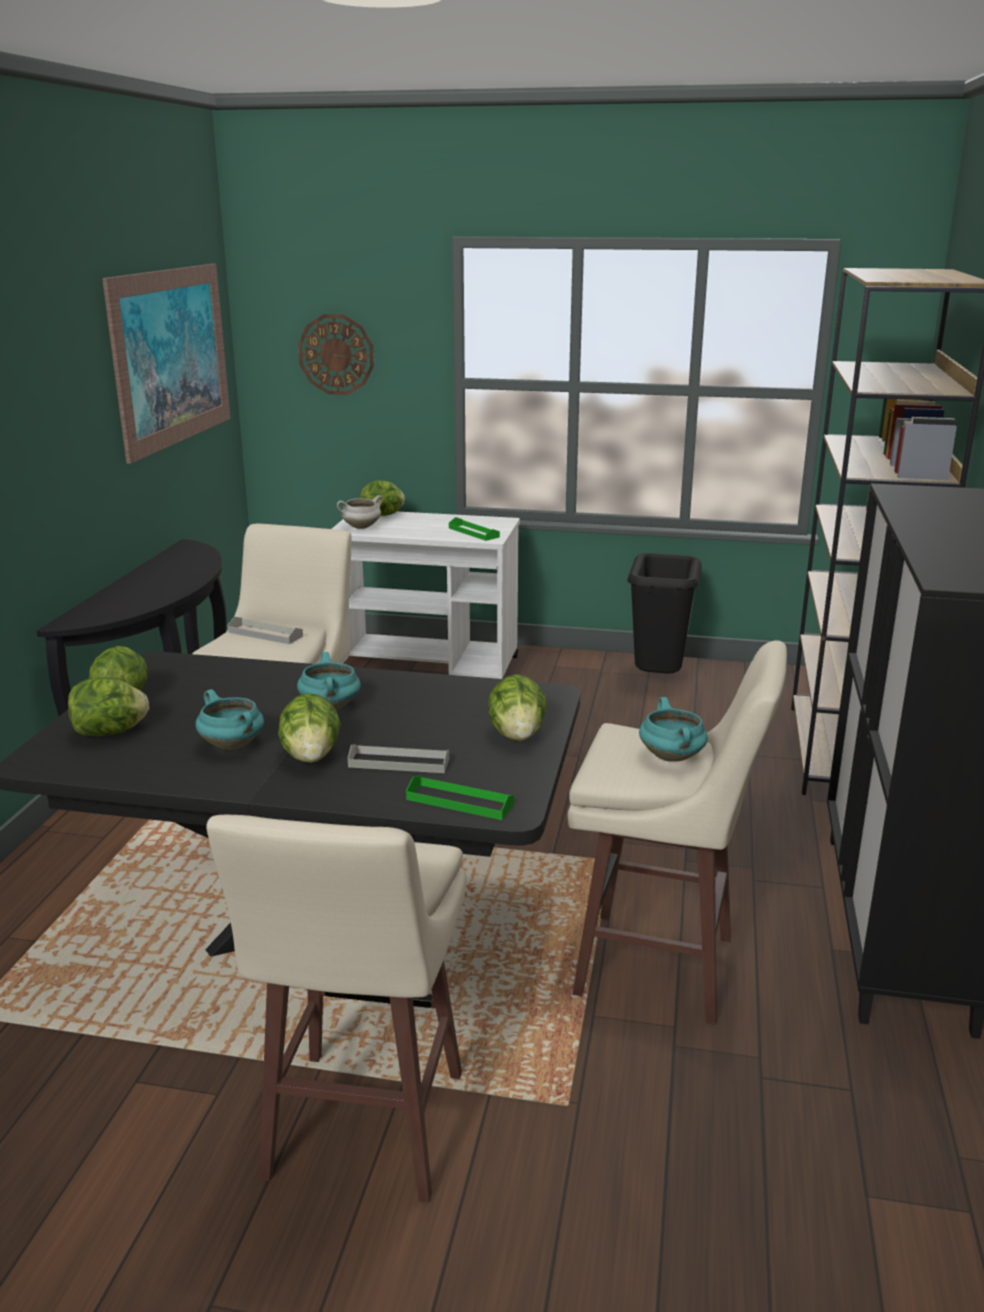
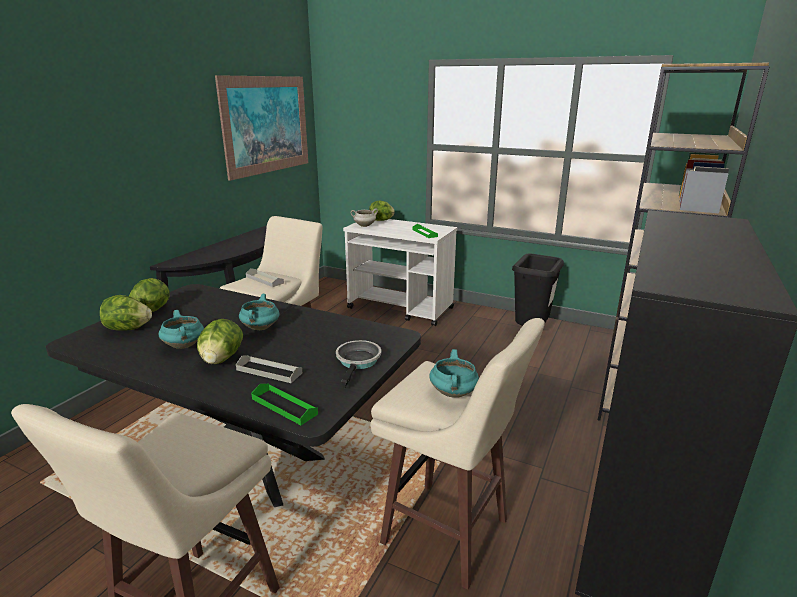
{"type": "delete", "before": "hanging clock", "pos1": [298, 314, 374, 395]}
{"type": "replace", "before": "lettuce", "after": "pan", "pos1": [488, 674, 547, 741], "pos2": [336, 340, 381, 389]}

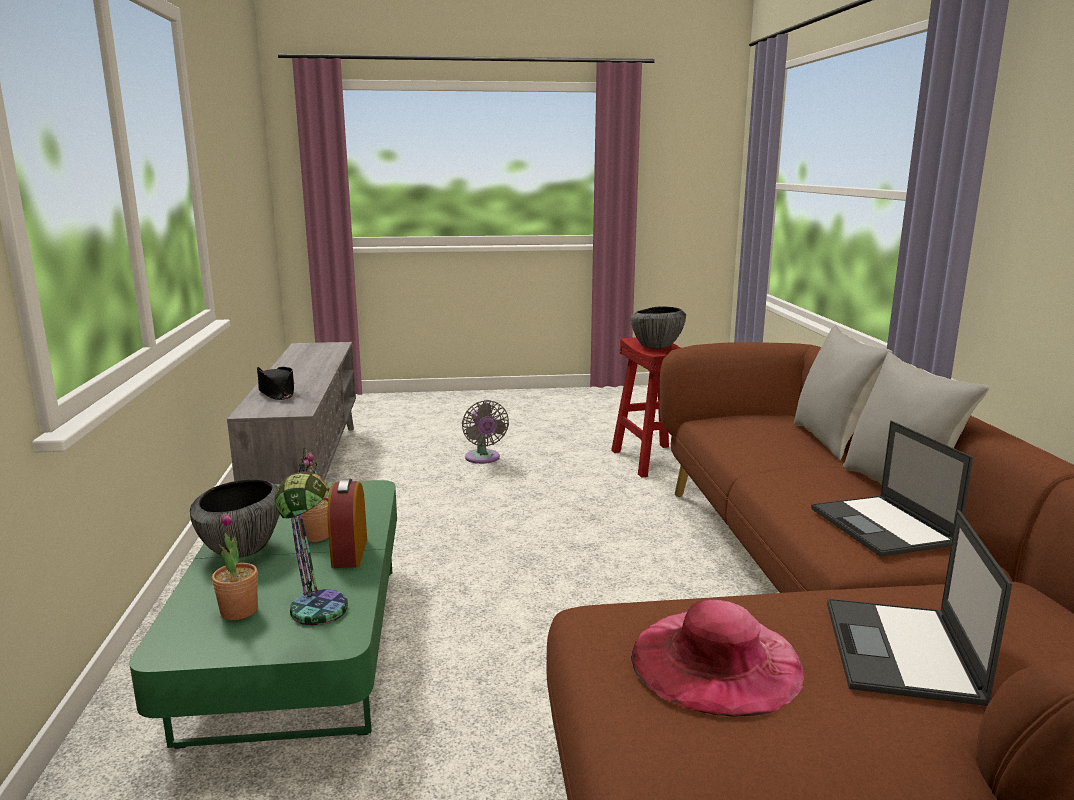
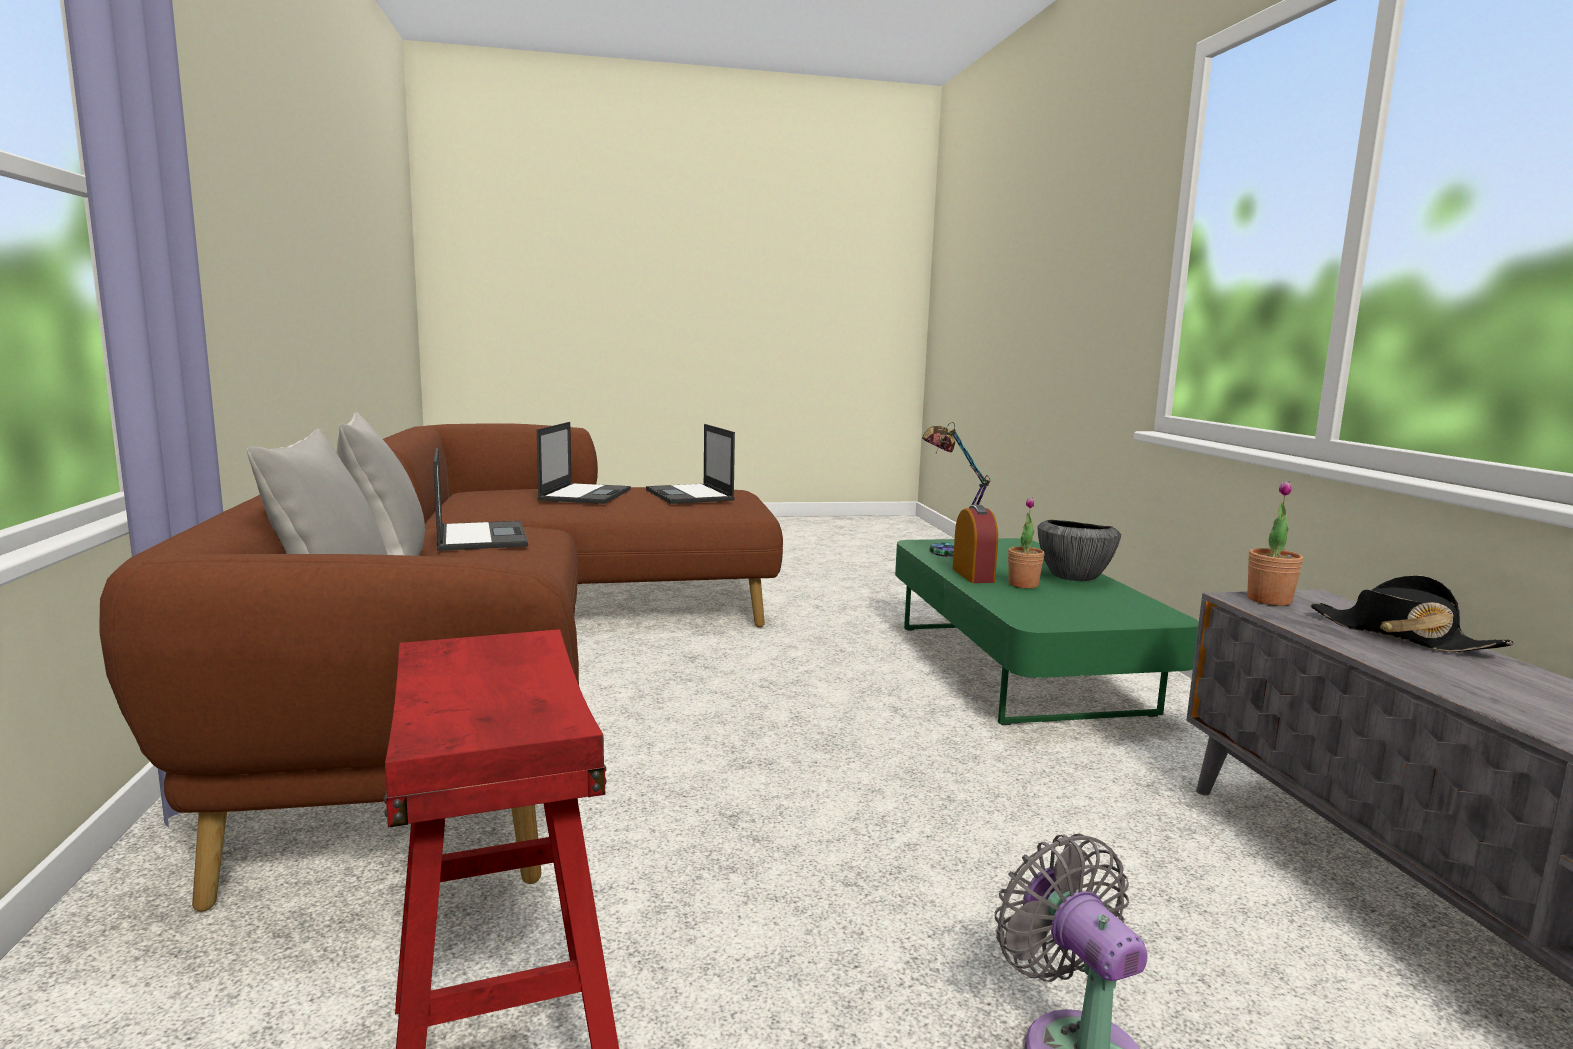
{"type": "move", "before": "houseplant", "pos1": [212, 513, 258, 620], "pos2": [1247, 481, 1303, 606]}
{"type": "delete", "before": "serving bowl", "pos1": [631, 306, 686, 349]}
{"type": "replace", "before": "pinkish hat", "after": "laptop", "pos1": [631, 600, 804, 717], "pos2": [646, 424, 735, 504]}

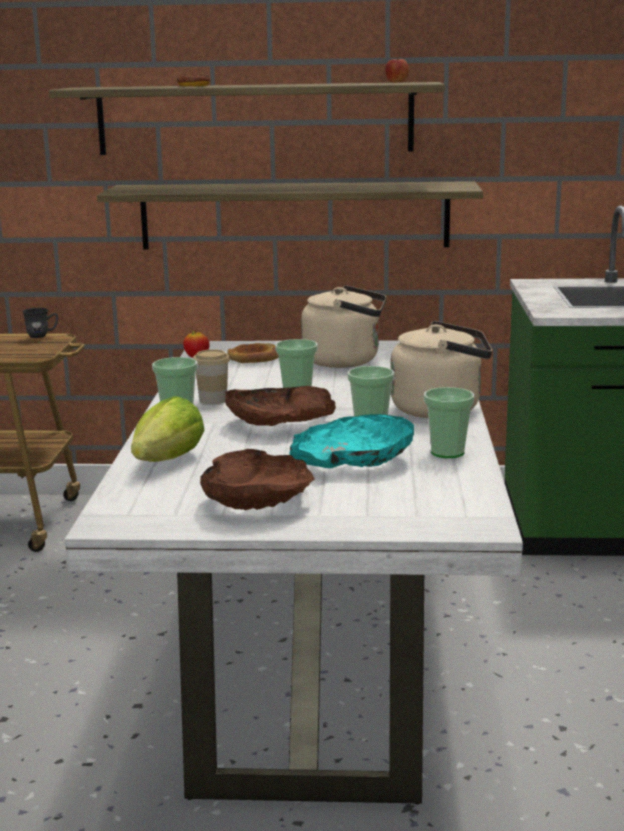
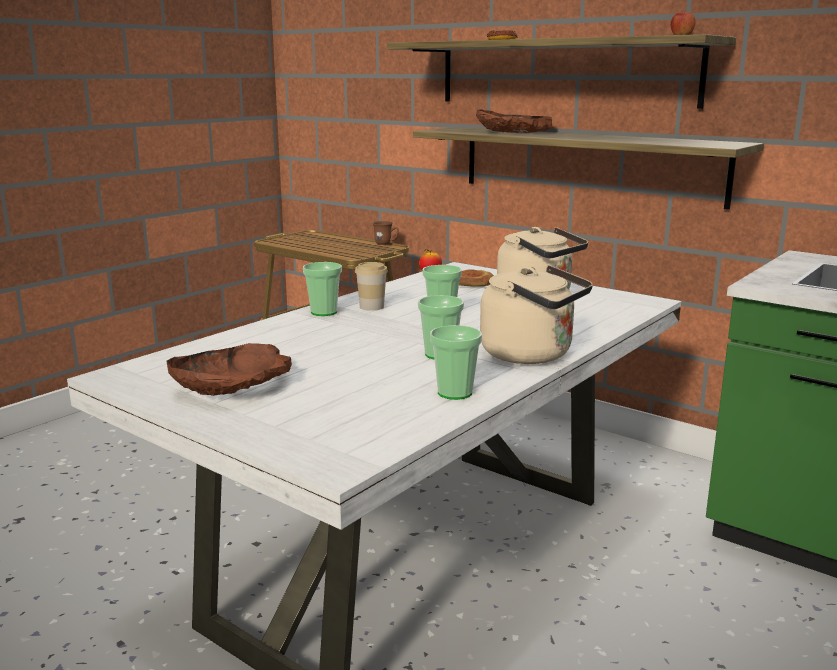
{"type": "recolor", "before": "grey coffee mug", "after": "brown-coloured coffee mug", "pos1": [22, 308, 58, 338], "pos2": [373, 221, 399, 245]}
{"type": "delete", "before": "lettuce", "pos1": [131, 396, 204, 462]}
{"type": "move", "before": "brown-coloured serving bowl", "pos1": [225, 386, 336, 426], "pos2": [476, 109, 552, 133]}
{"type": "delete", "before": "turquoise-coloured serving bowl", "pos1": [289, 414, 414, 468]}

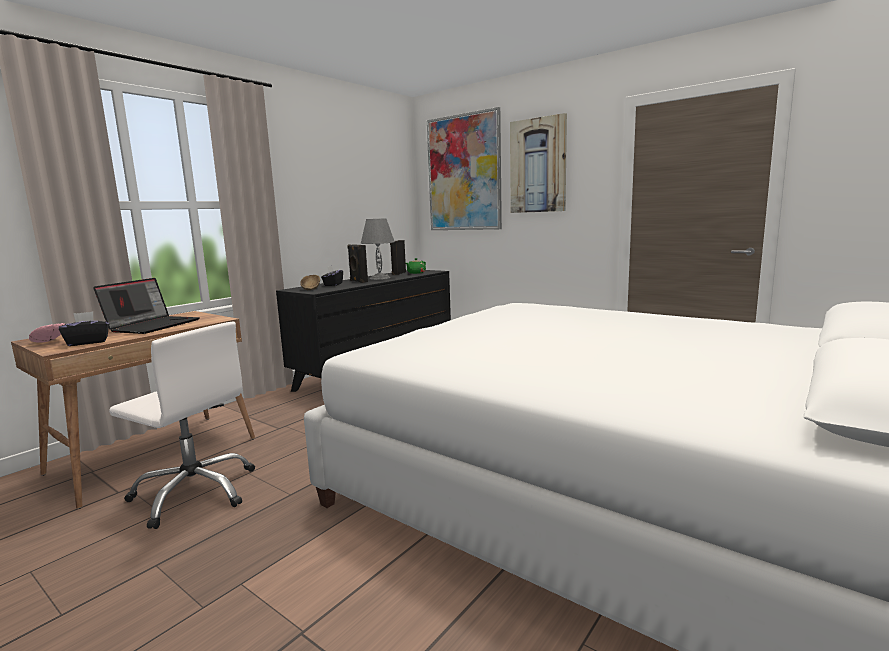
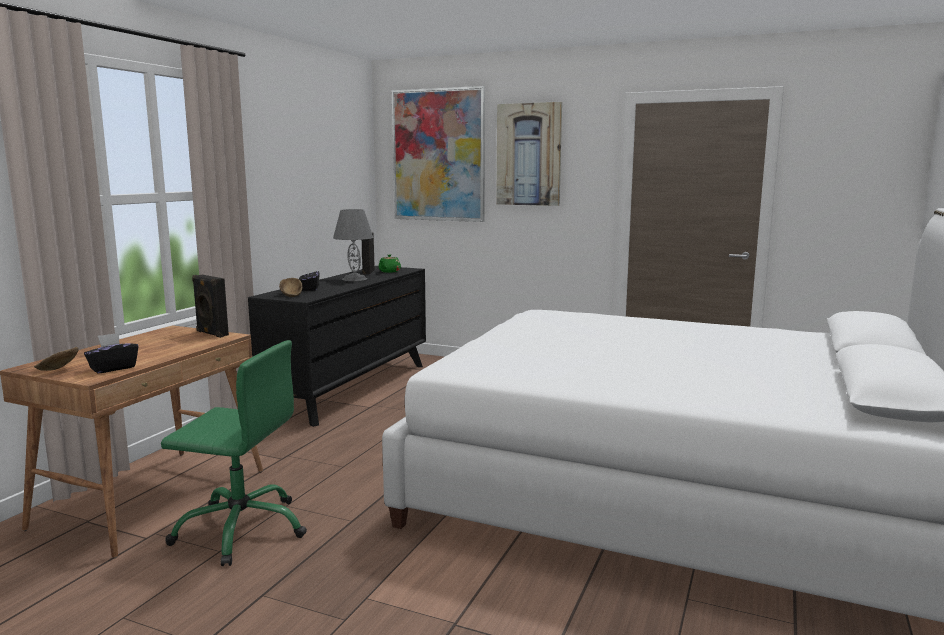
{"type": "recolor", "before": "pinkish serving bowl", "after": "brown-coloured serving bowl", "pos1": [29, 323, 65, 343], "pos2": [34, 347, 79, 371]}
{"type": "delete", "before": "laptop", "pos1": [93, 278, 200, 334]}
{"type": "recolor", "before": "whitish office chair", "after": "green-coloured office chair", "pos1": [109, 322, 255, 529], "pos2": [161, 340, 307, 566]}
{"type": "move", "before": "black loudspeaker", "pos1": [348, 244, 368, 283], "pos2": [192, 275, 229, 338]}

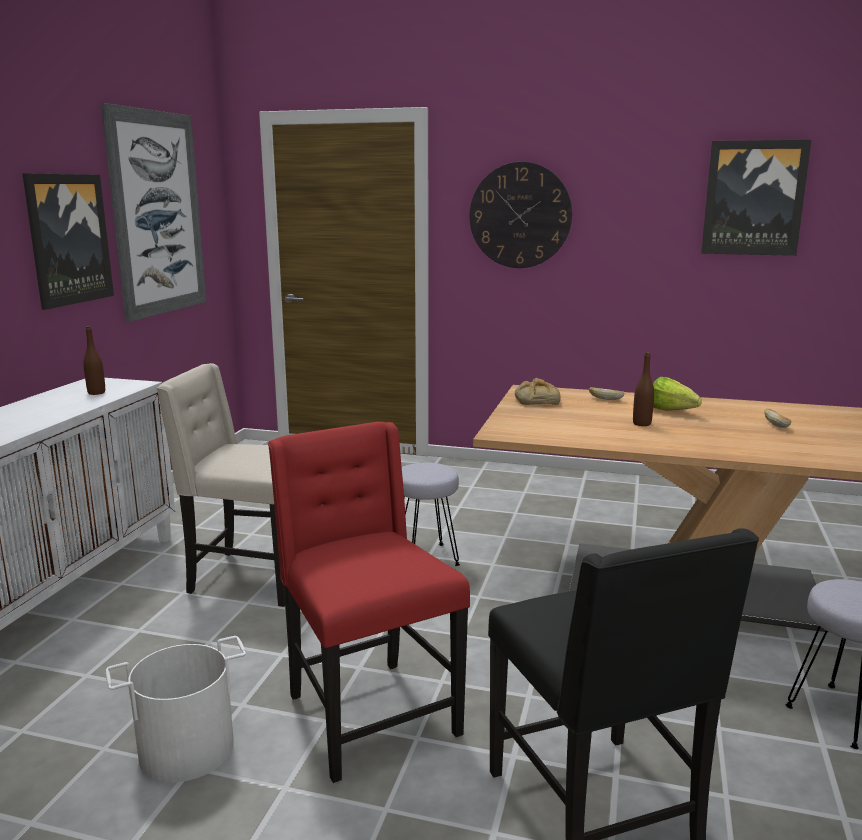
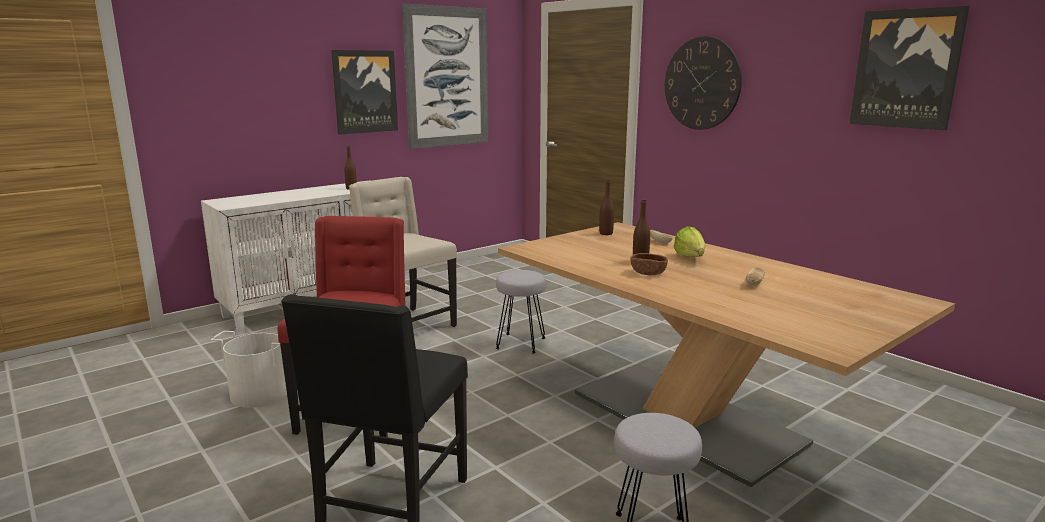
{"type": "replace", "before": "baked bread", "after": "brown-coloured bottle", "pos1": [515, 378, 561, 405], "pos2": [599, 180, 614, 235]}
{"type": "insert", "after": "brown-coloured serving bowl", "pos2": [631, 253, 668, 275]}

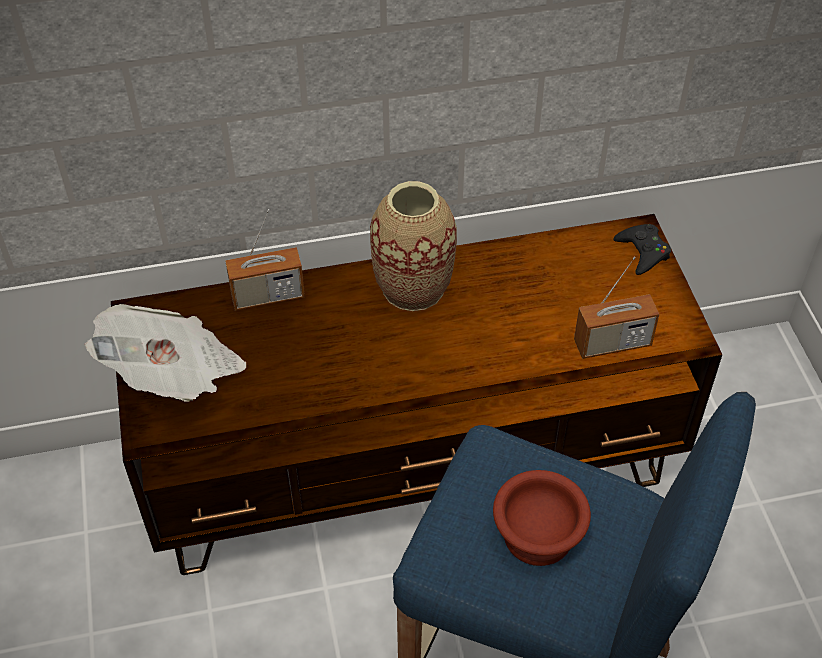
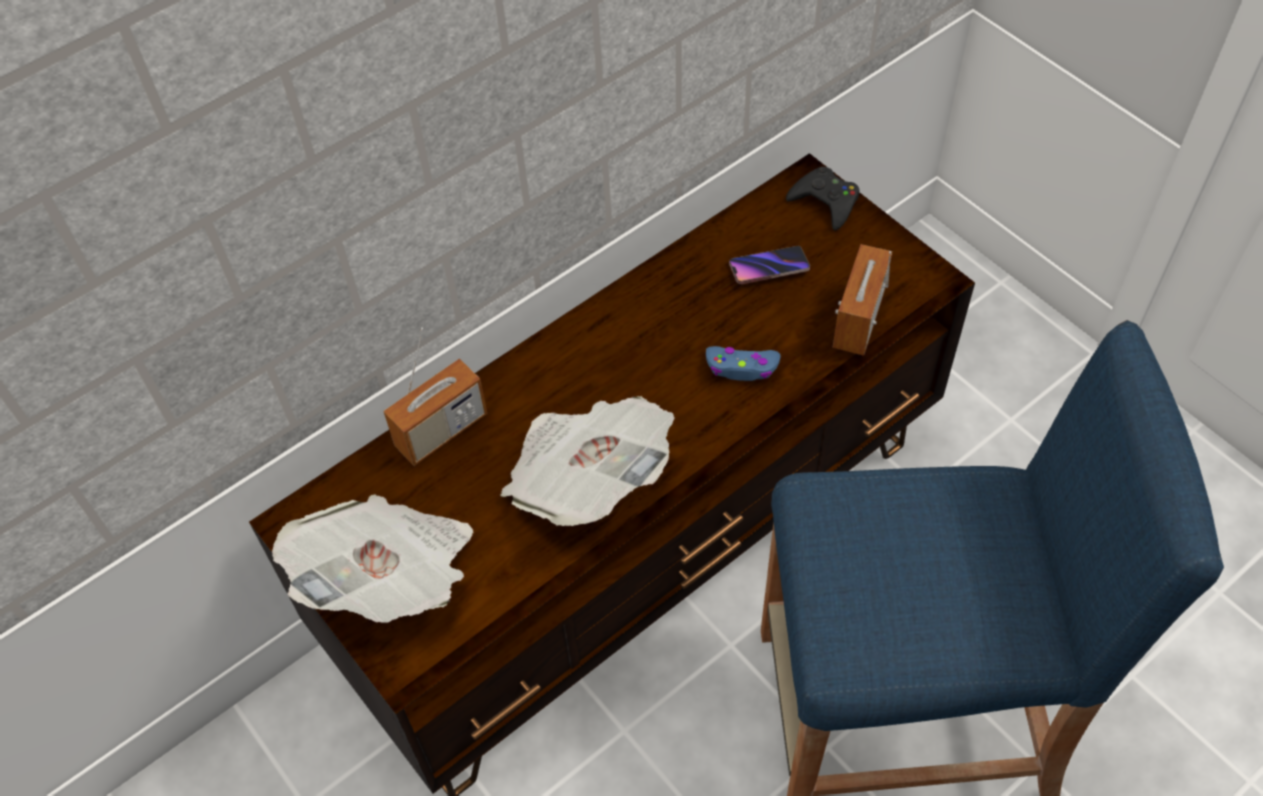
{"type": "delete", "before": "flower vase", "pos1": [370, 181, 457, 311]}
{"type": "delete", "before": "brown-coloured serving bowl", "pos1": [493, 470, 591, 566]}
{"type": "rotate", "before": "radio", "pos1": [574, 256, 659, 359], "pos2": [833, 244, 892, 355], "turn": 150}
{"type": "insert", "after": "newspaper", "pos2": [500, 396, 675, 526]}
{"type": "insert", "after": "bluish game controller", "pos2": [706, 346, 781, 381]}
{"type": "insert", "after": "phone", "pos2": [729, 246, 810, 284]}

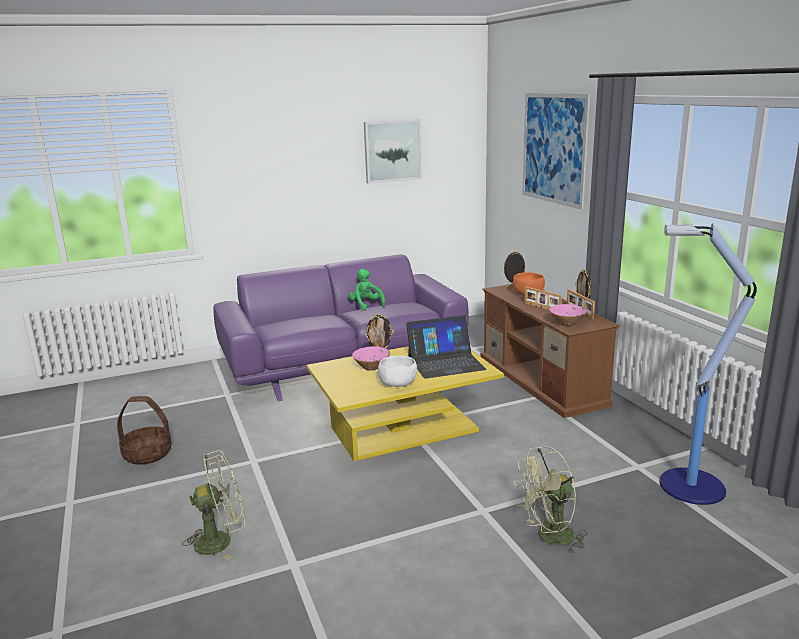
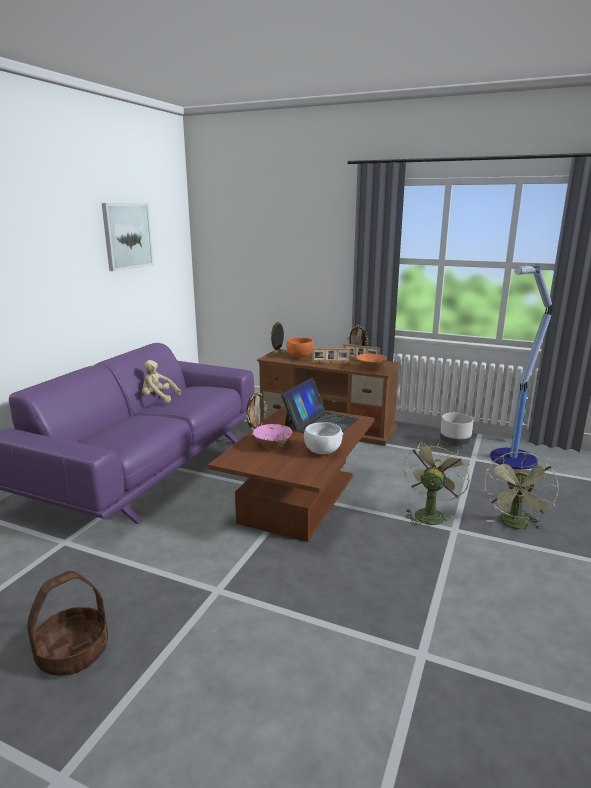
{"type": "move", "before": "green-coloured cooling fan", "pos1": [182, 450, 245, 560], "pos2": [403, 441, 470, 527]}
{"type": "recolor", "before": "yellow-coloured coffee table", "after": "brown-coloured coffee table", "pos1": [307, 346, 504, 461], "pos2": [208, 405, 374, 542]}
{"type": "recolor", "before": "green-coloured soft toy", "after": "beige-coloured soft toy", "pos1": [348, 269, 385, 311], "pos2": [142, 360, 181, 403]}
{"type": "delete", "before": "wall art", "pos1": [522, 93, 590, 210]}
{"type": "recolor", "before": "pinkish serving bowl", "after": "orange-coloured serving bowl", "pos1": [549, 304, 587, 326], "pos2": [356, 353, 387, 371]}
{"type": "insert", "after": "grey plant pot", "pos2": [440, 413, 473, 446]}

